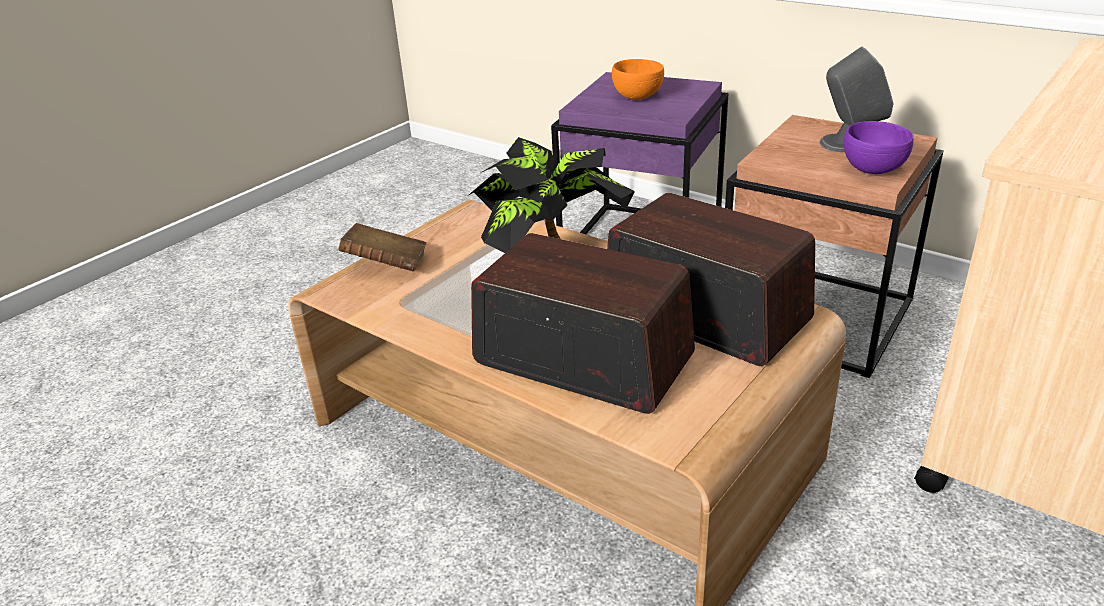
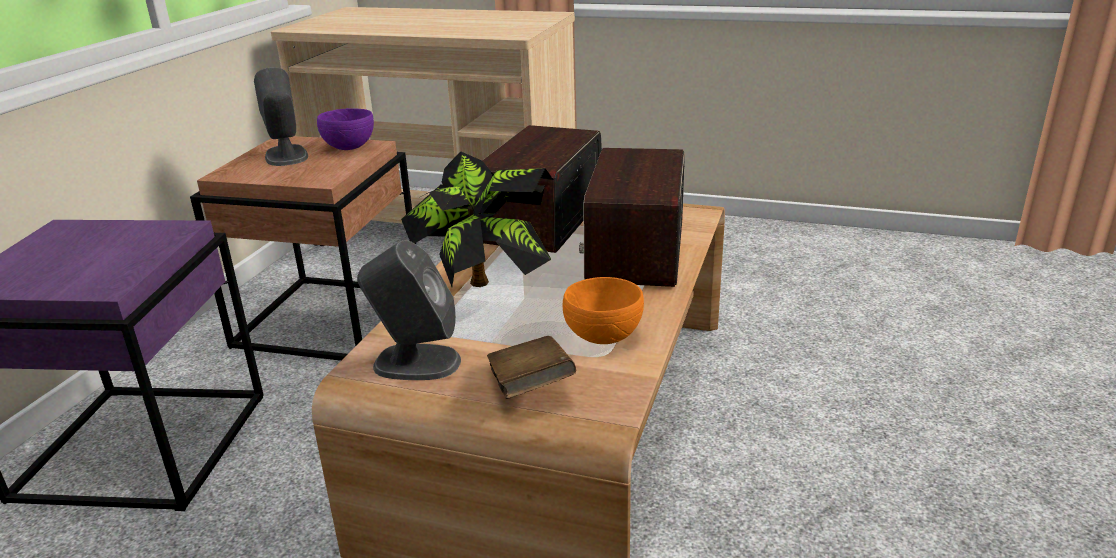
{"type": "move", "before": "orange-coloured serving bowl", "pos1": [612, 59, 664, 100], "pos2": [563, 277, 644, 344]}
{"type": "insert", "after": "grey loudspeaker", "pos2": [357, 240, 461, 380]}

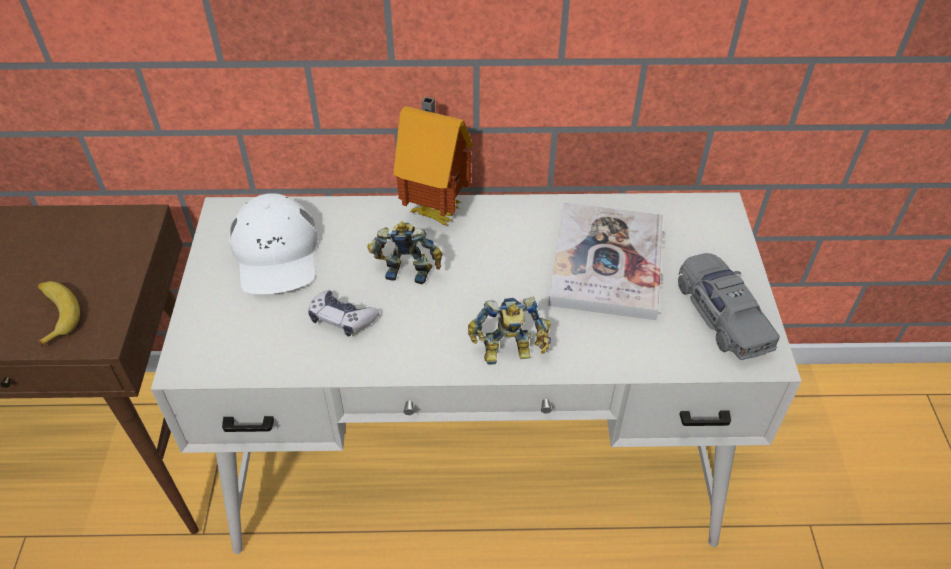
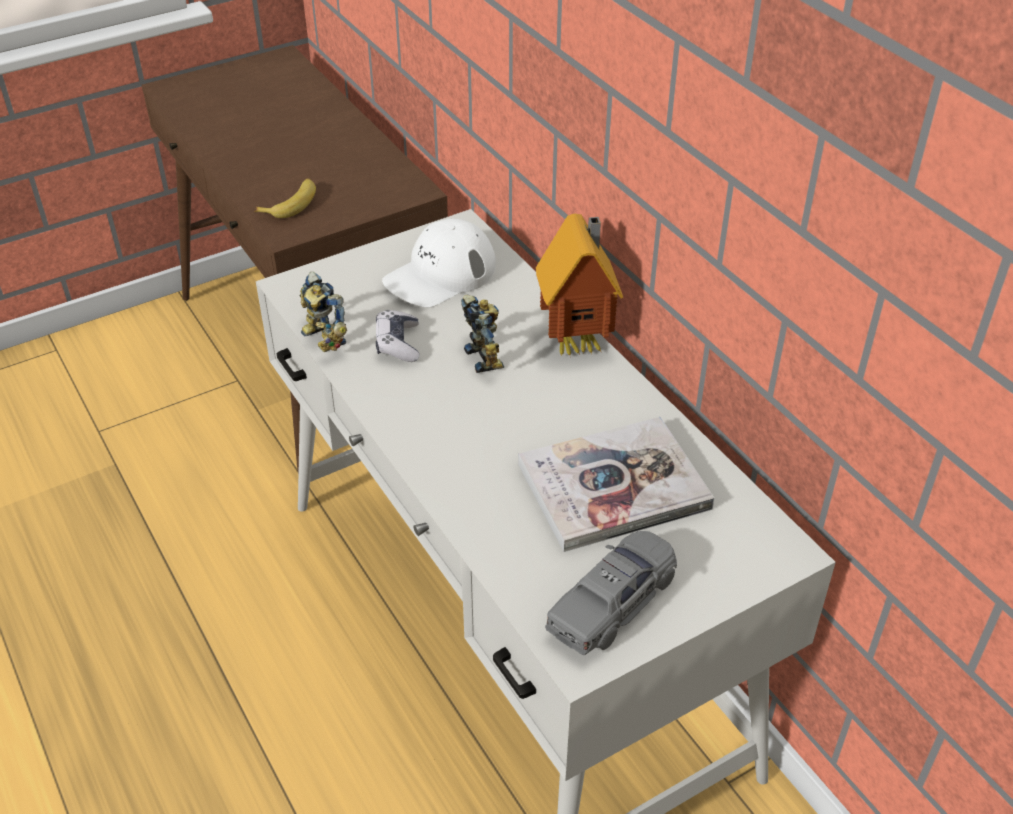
{"type": "move", "before": "robot figure", "pos1": [468, 297, 551, 365], "pos2": [300, 272, 347, 352]}

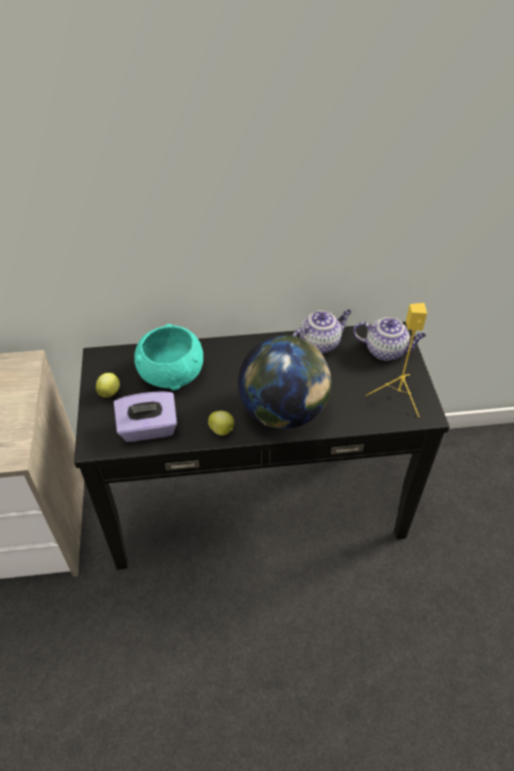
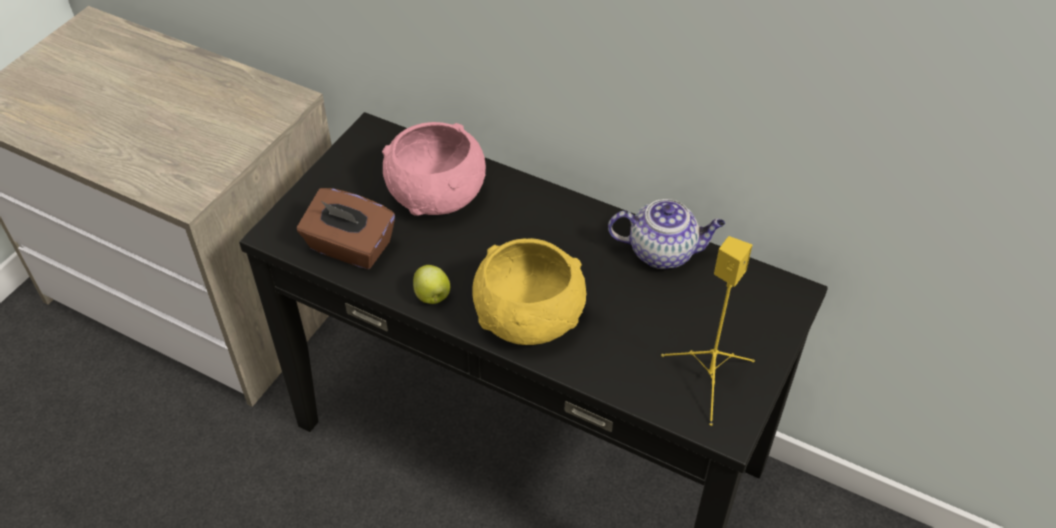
{"type": "delete", "before": "apple", "pos1": [96, 373, 120, 398]}
{"type": "recolor", "before": "purplish tissue box", "after": "brown-coloured tissue box", "pos1": [114, 391, 177, 442], "pos2": [297, 188, 395, 269]}
{"type": "recolor", "before": "turquoise-coloured serving bowl", "after": "pinkish serving bowl", "pos1": [134, 324, 203, 390], "pos2": [382, 122, 486, 216]}
{"type": "replace", "before": "world globe", "after": "yellow-coloured serving bowl", "pos1": [238, 336, 332, 429], "pos2": [472, 238, 587, 345]}
{"type": "delete", "before": "pot for tea", "pos1": [353, 317, 426, 361]}

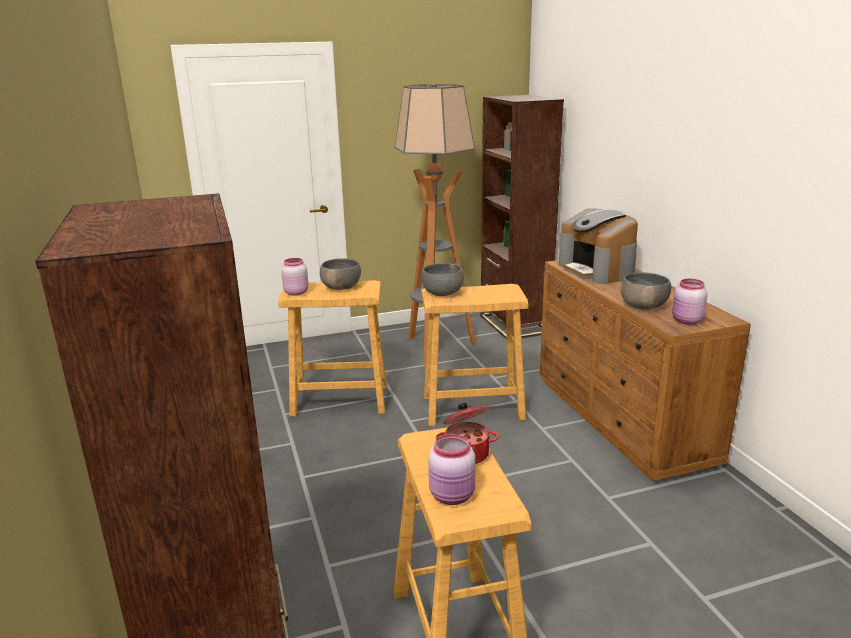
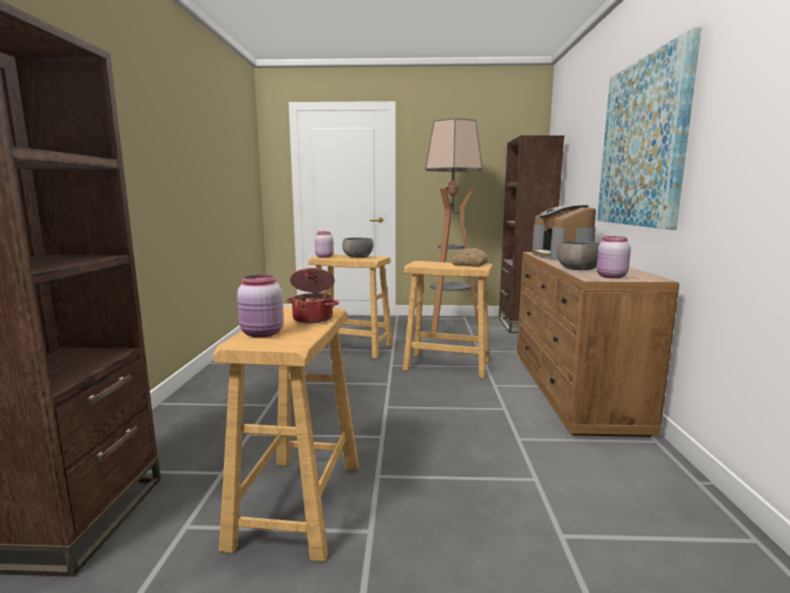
{"type": "delete", "before": "grey serving bowl", "pos1": [421, 263, 464, 296]}
{"type": "insert", "after": "baked bread", "pos2": [451, 248, 488, 267]}
{"type": "insert", "after": "wall art", "pos2": [597, 27, 702, 230]}

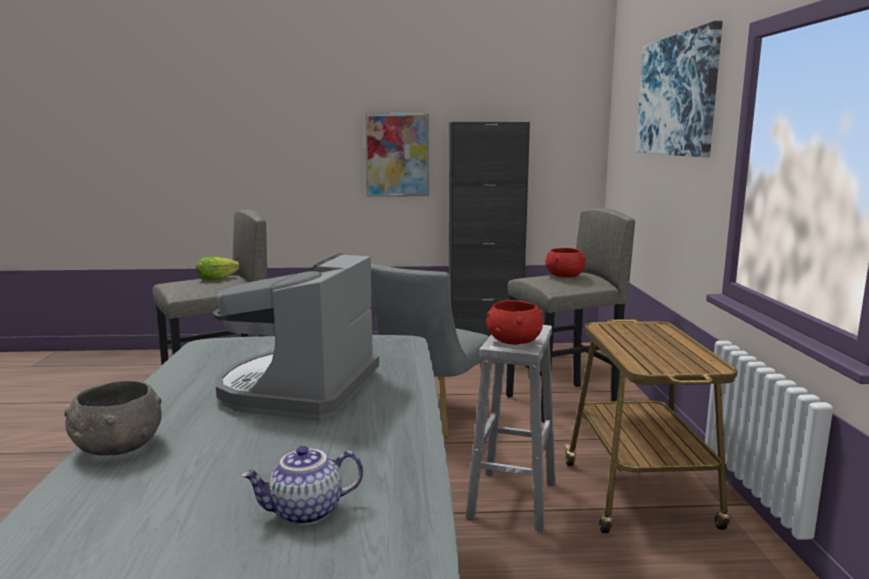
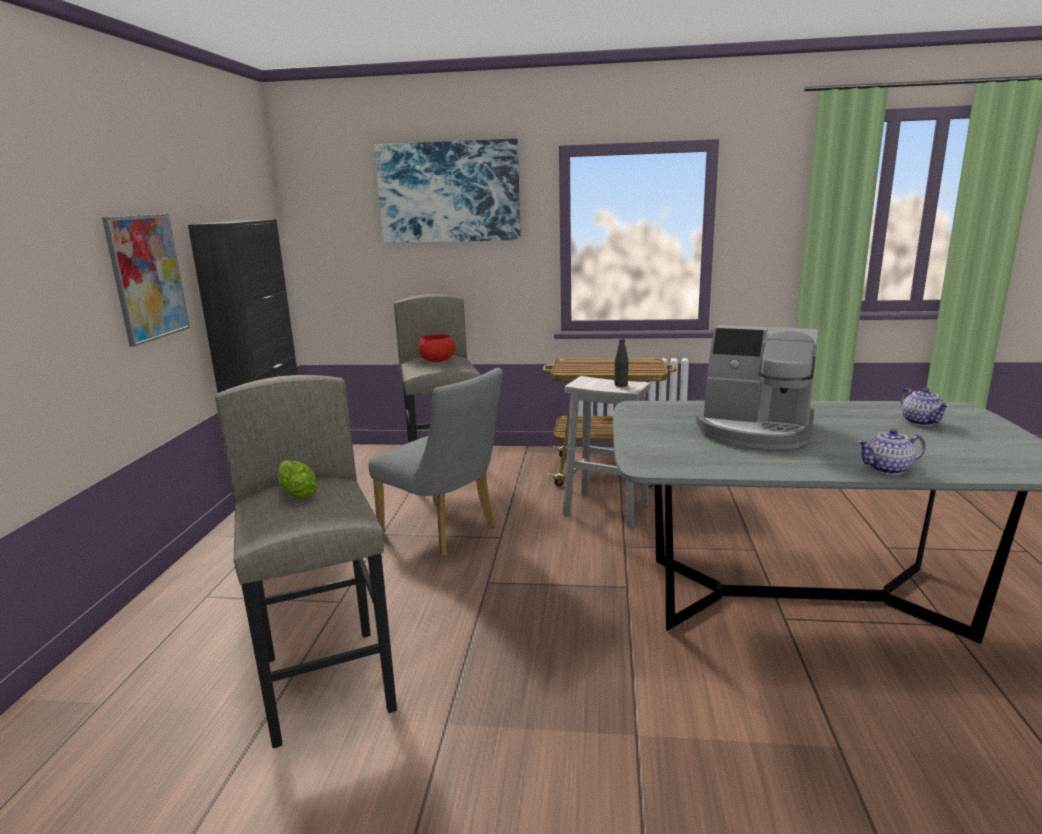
{"type": "replace", "before": "grey serving bowl", "after": "pot for tea", "pos1": [64, 381, 162, 456], "pos2": [857, 429, 926, 475]}
{"type": "replace", "before": "red serving bowl", "after": "black bottle", "pos1": [486, 300, 543, 345], "pos2": [614, 339, 629, 387]}

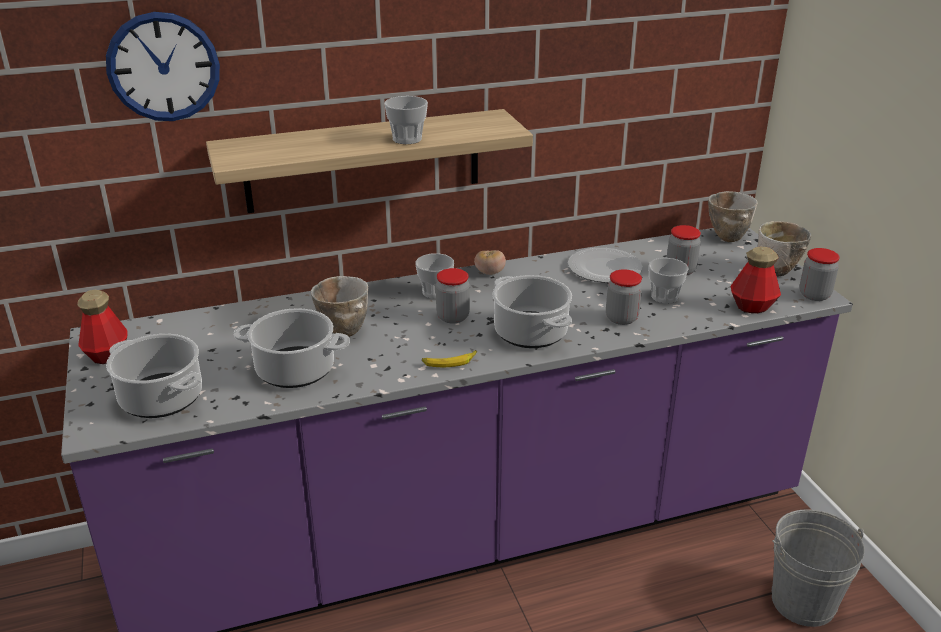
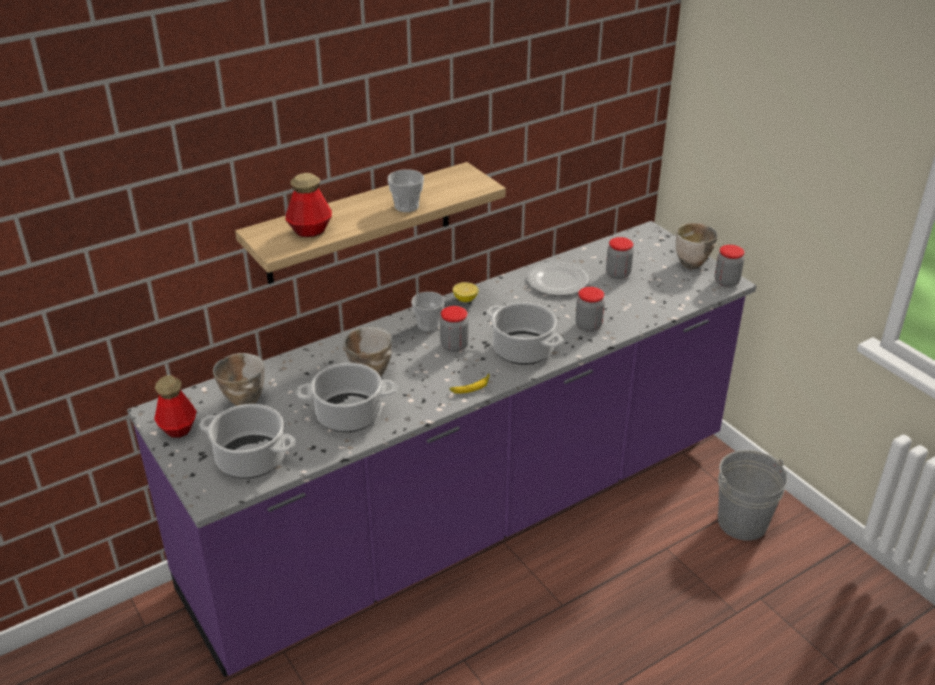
{"type": "delete", "before": "hanging clock", "pos1": [106, 12, 220, 121]}
{"type": "replace", "before": "whole tomato", "after": "whole lemon", "pos1": [474, 250, 506, 275], "pos2": [453, 282, 479, 302]}
{"type": "delete", "before": "small cup", "pos1": [648, 258, 689, 304]}
{"type": "move", "before": "serving bowl", "pos1": [708, 191, 758, 242], "pos2": [213, 353, 265, 406]}
{"type": "move", "before": "bottle", "pos1": [731, 247, 781, 313], "pos2": [285, 173, 332, 237]}

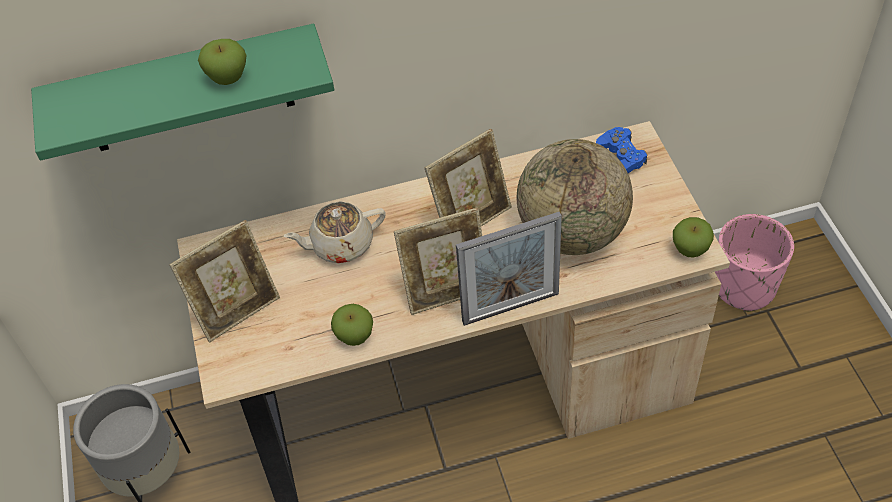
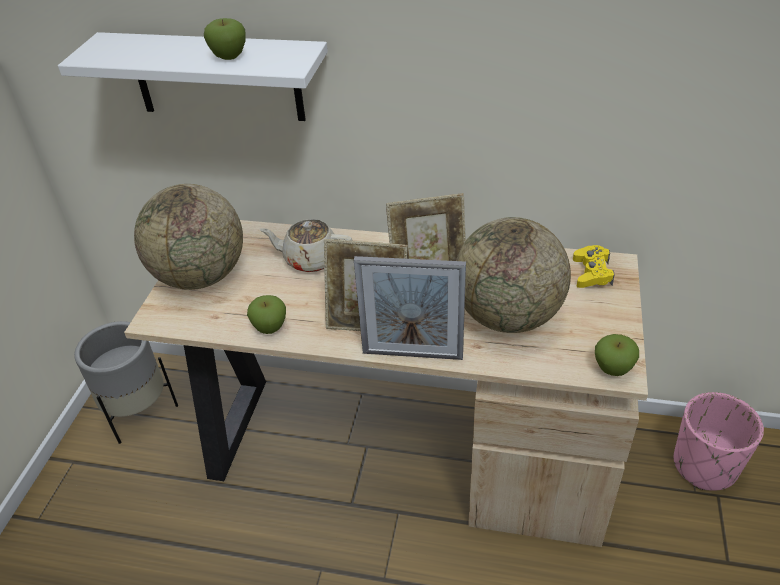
{"type": "recolor", "before": "green-coloured wall shelf", "after": "whitish wall shelf", "pos1": [31, 23, 334, 161], "pos2": [58, 32, 328, 121]}
{"type": "replace", "before": "picture frame", "after": "world globe", "pos1": [169, 220, 280, 343], "pos2": [134, 184, 243, 290]}
{"type": "recolor", "before": "bluish game controller", "after": "yellow-coloured game controller", "pos1": [596, 127, 647, 173], "pos2": [573, 245, 615, 288]}

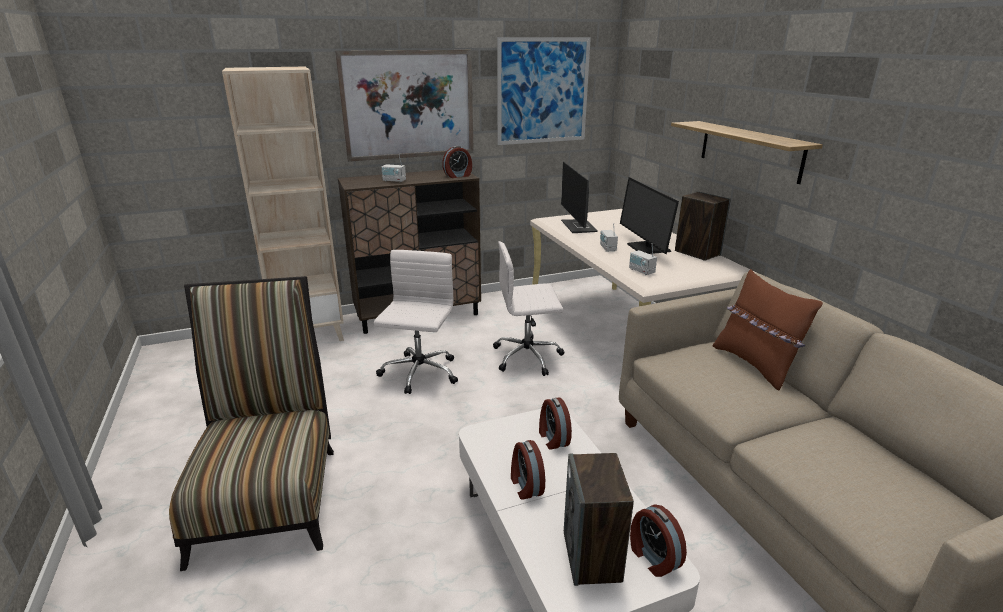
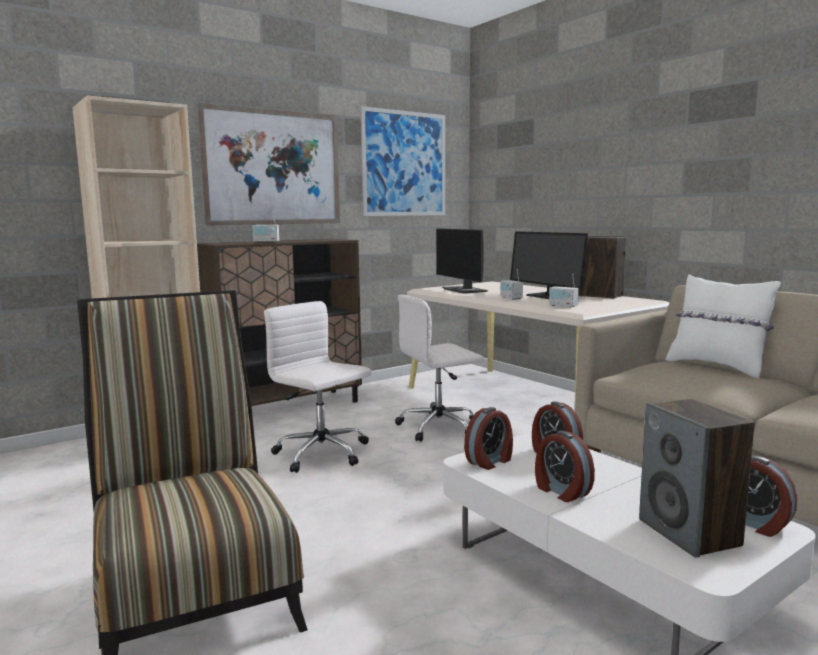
{"type": "rotate", "before": "whitish office chair", "pos1": [374, 250, 458, 394], "pos2": [264, 301, 372, 473], "turn": -45}
{"type": "move", "before": "table clock", "pos1": [442, 146, 472, 178], "pos2": [464, 407, 513, 470]}
{"type": "delete", "before": "wall shelf", "pos1": [671, 121, 823, 184]}
{"type": "recolor", "before": "brown-coloured pillow", "after": "whitish pillow", "pos1": [713, 269, 823, 390], "pos2": [665, 275, 781, 378]}

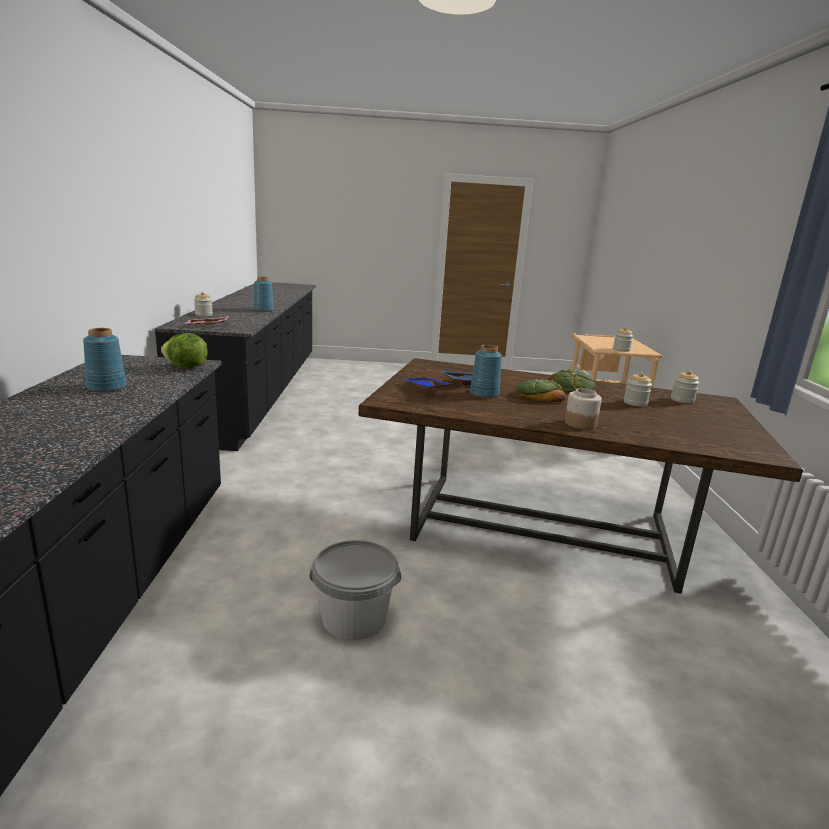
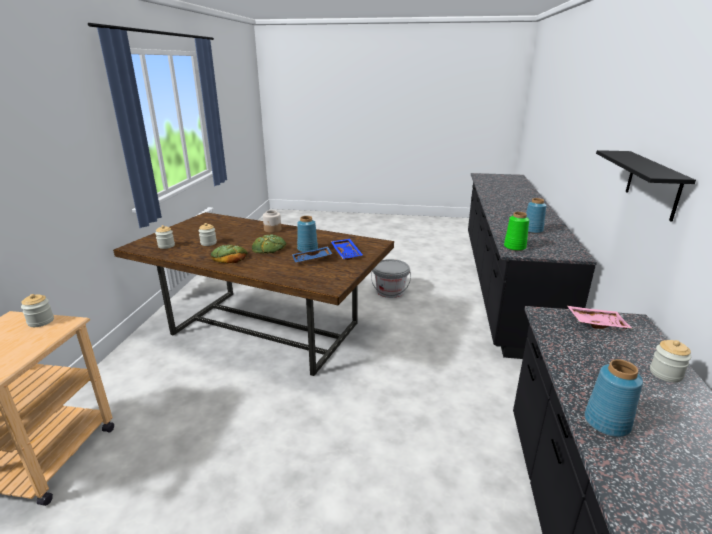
{"type": "replace", "before": "lettuce", "after": "green-coloured flower vase", "pos1": [161, 333, 208, 368], "pos2": [504, 212, 529, 251]}
{"type": "insert", "after": "black wall shelf", "pos2": [596, 150, 696, 222]}

